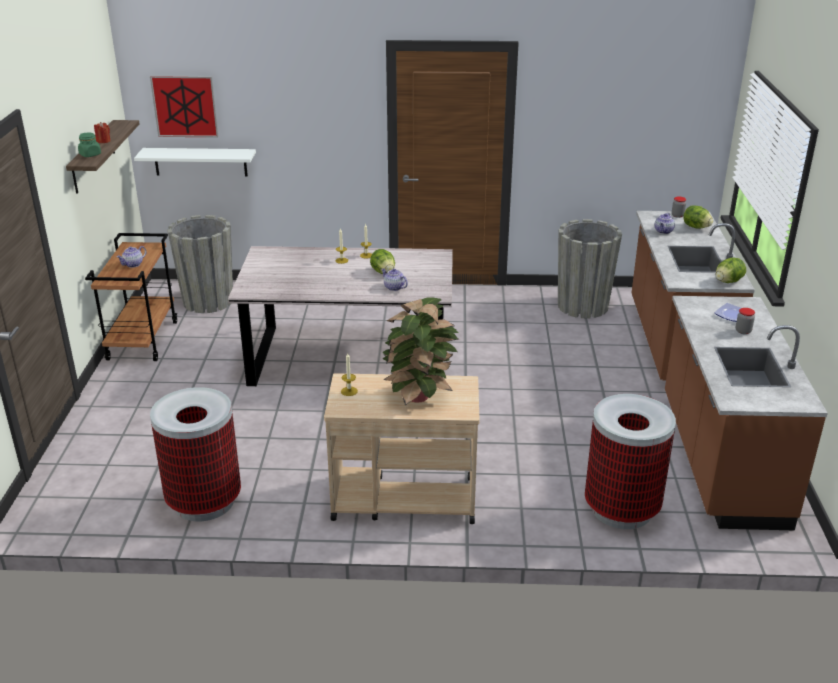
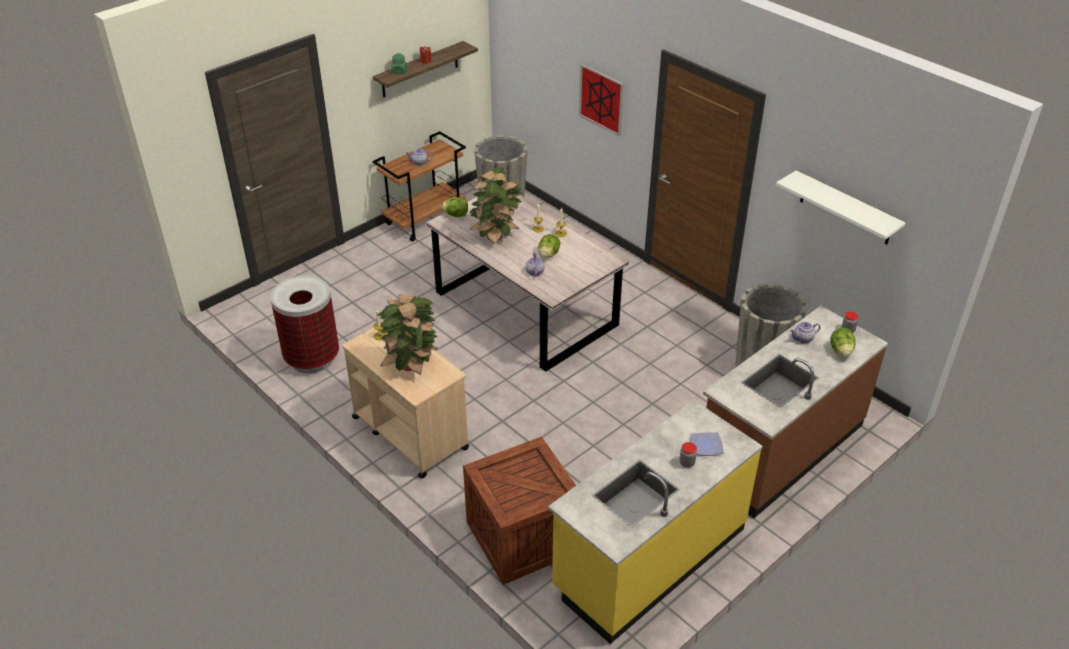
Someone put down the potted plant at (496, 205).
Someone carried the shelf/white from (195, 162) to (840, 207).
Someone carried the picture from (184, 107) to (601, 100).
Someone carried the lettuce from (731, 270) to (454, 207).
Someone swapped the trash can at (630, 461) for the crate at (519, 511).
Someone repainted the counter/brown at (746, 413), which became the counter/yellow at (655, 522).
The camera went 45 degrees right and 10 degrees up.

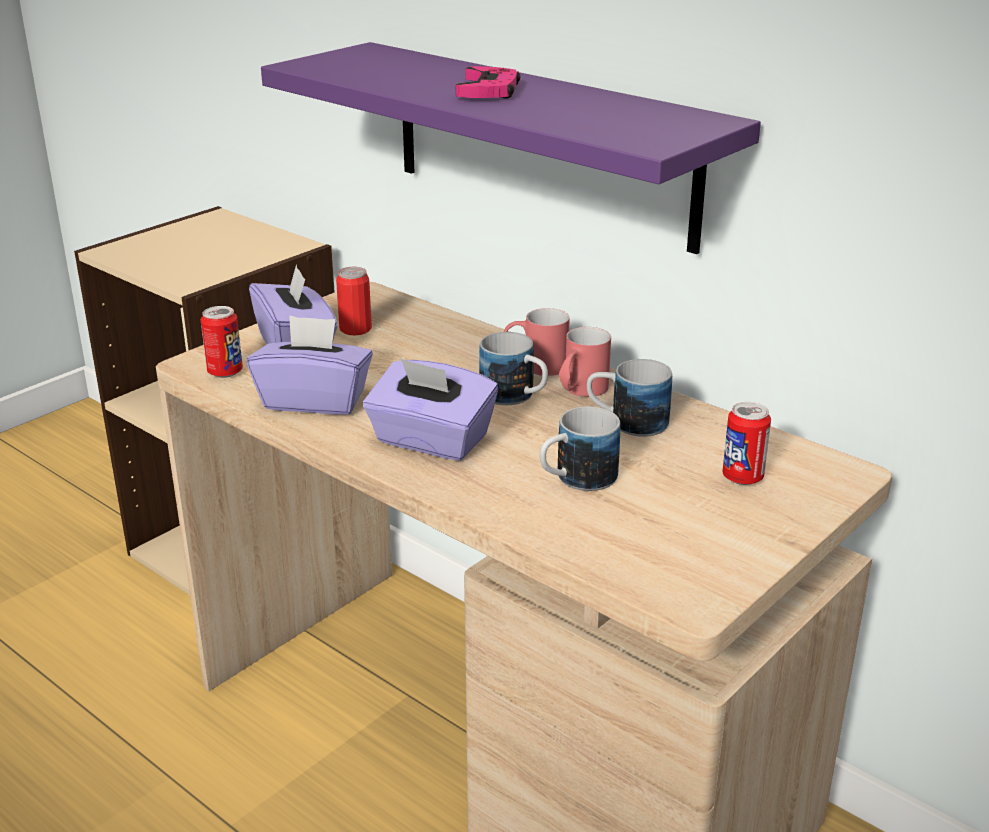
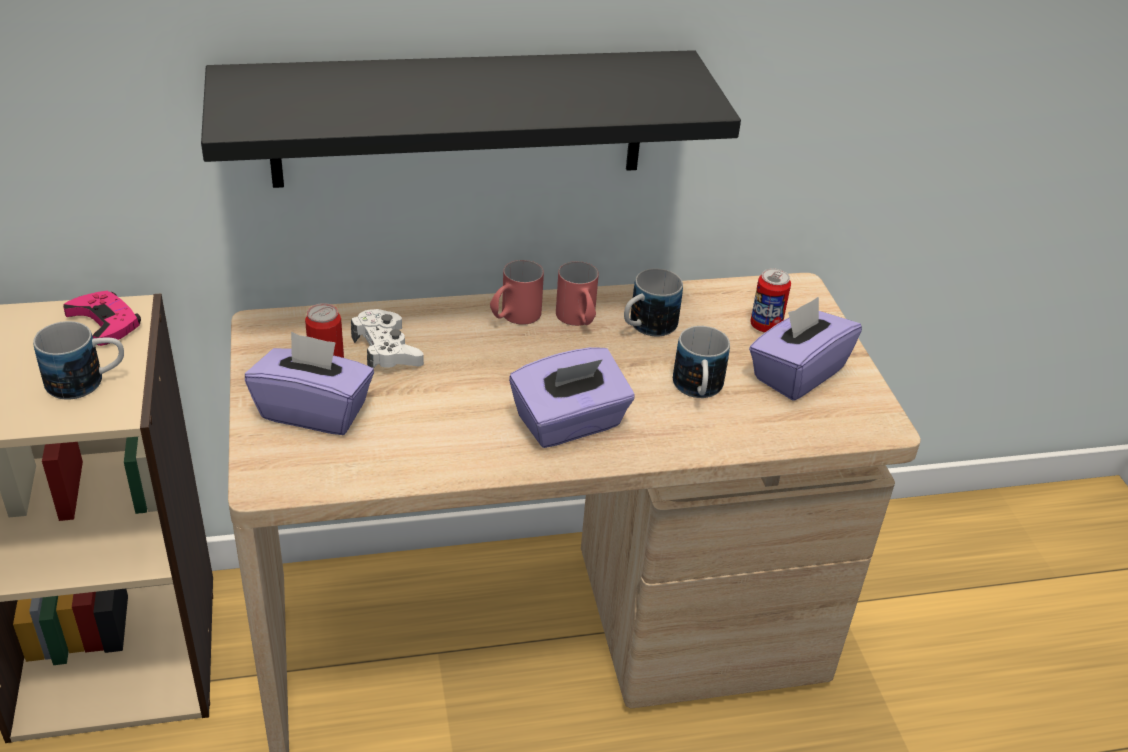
Someone took away the can at (222, 342).
Someone put down the game controller/white at (387, 339).
Someone carried the tissue box/purple from (310, 365) to (805, 348).
Someone carried the game controller/pink from (488, 82) to (102, 318).
Someone carried the mug from (513, 368) to (78, 360).
Someone repainted the shelf/purple at (511, 148), which became the shelf/black at (471, 119).
The camera went 55 degrees left and 10 degrees up.

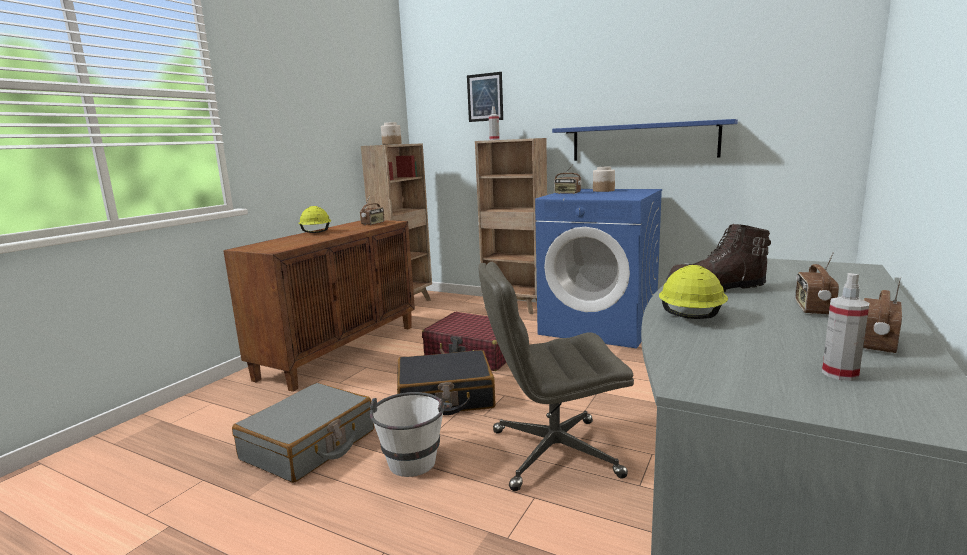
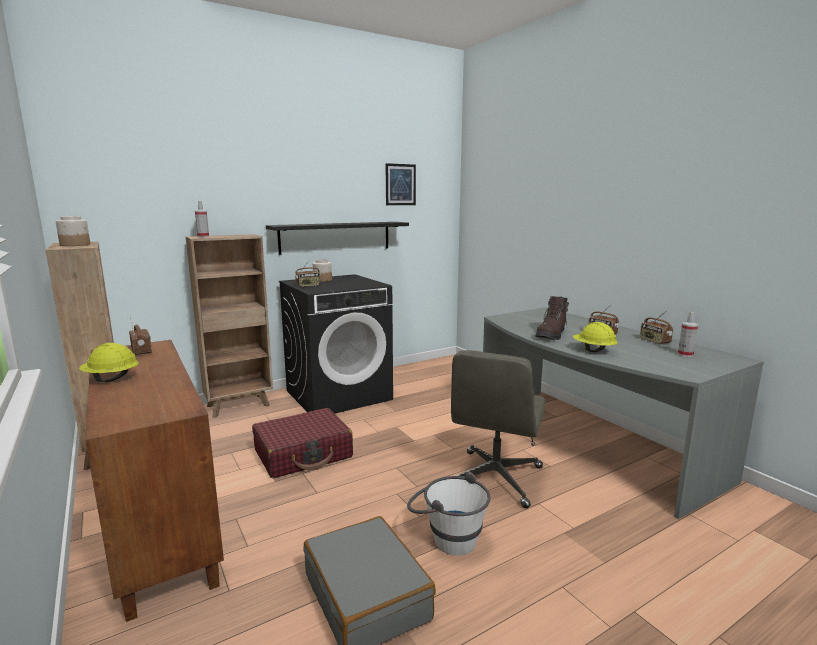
Someone took away the suitcase/black at (446, 382).
Someone carried the picture from (485, 97) to (401, 184).
Someone repainted the washing machine/blue at (598, 268), which became the washing machine/black at (336, 344).
Someone repainted the shelf/blue at (645, 140), which became the shelf/black at (337, 238).
The camera went 60 degrees left and 0 degrees up.

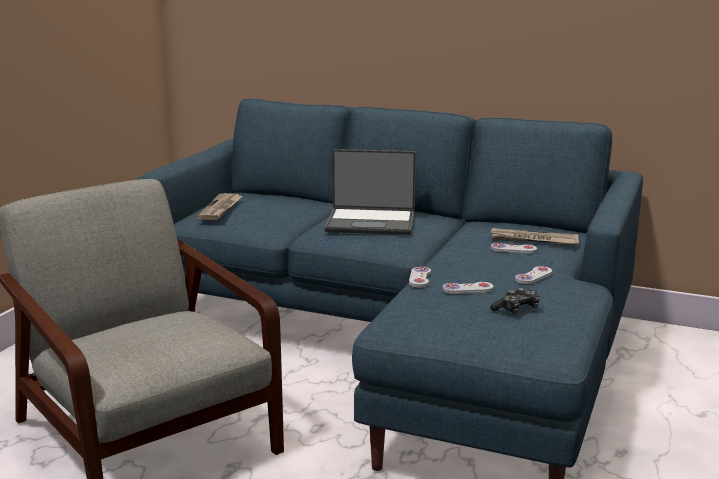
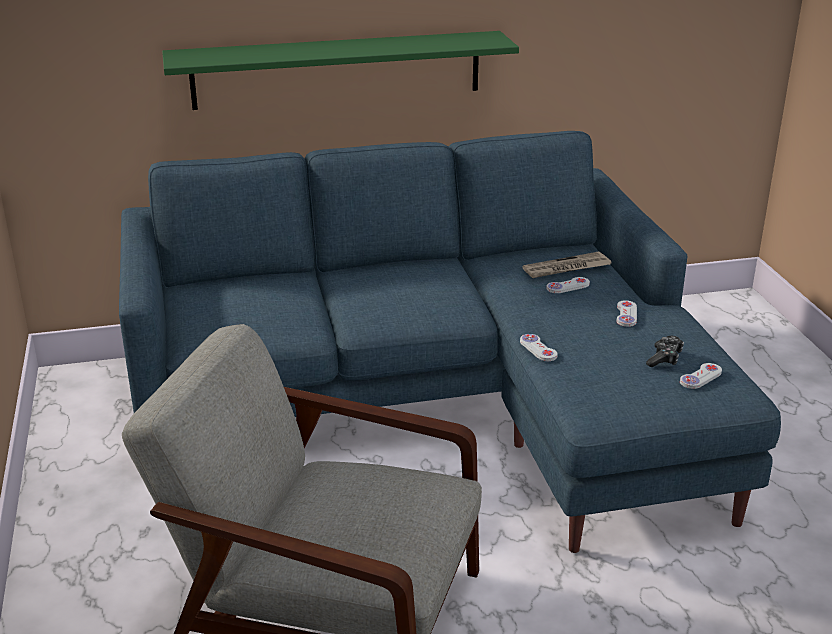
Someone took away the newspaper at (220, 206).
Someone took away the laptop at (370, 192).
Someone put up the shelf/green at (340, 70).
Someone carried the game controller/white from (468, 288) to (701, 376).
The camera went 35 degrees left and 10 degrees up.

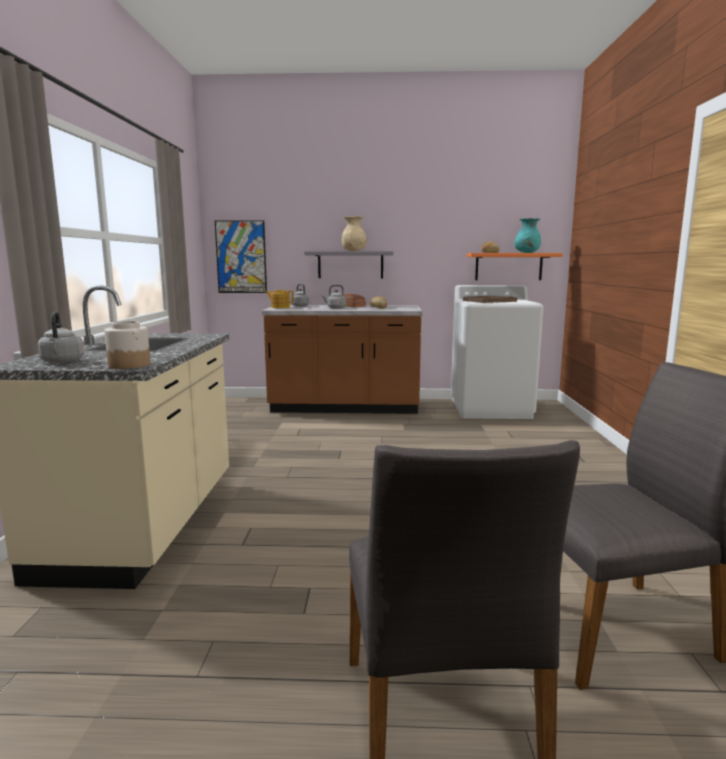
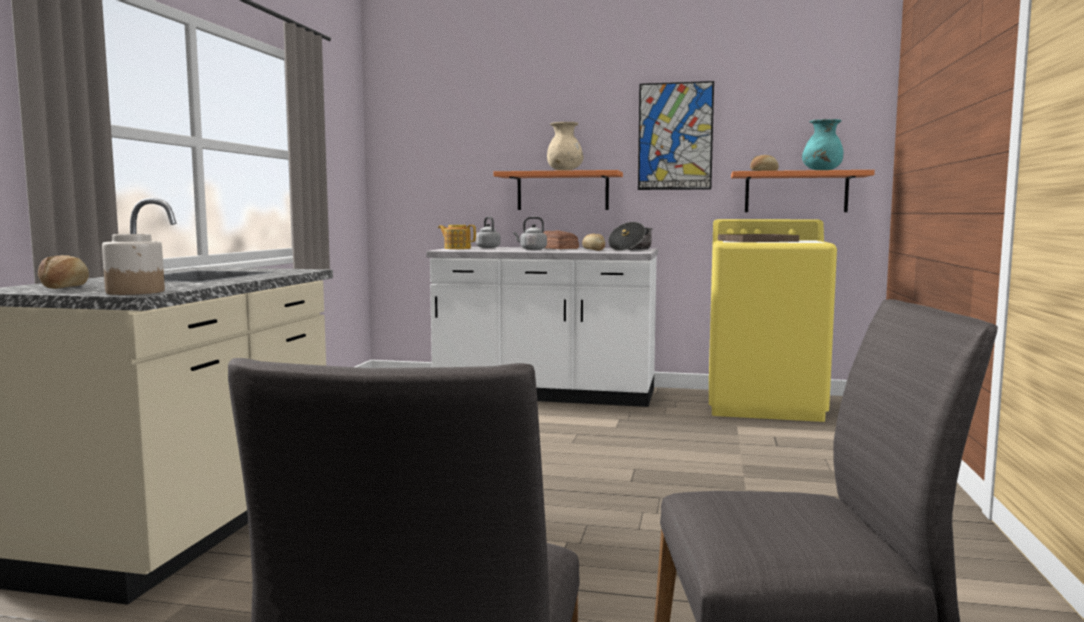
Someone put down the cooking pot at (630, 236).
Someone carried the picture from (241, 256) to (676, 135).
Someone swapped the kettle/grey at (61, 337) for the bread at (63, 272).
Someone repainted the counter/brown at (342, 359), which became the counter/white at (542, 327).
Someone repainted the shelf/grey at (349, 264), which became the shelf/orange at (558, 190).
Someone repainted the washing machine/white at (497, 352), which became the washing machine/yellow at (773, 320).
The camera went 10 degrees right and 5 degrees down.

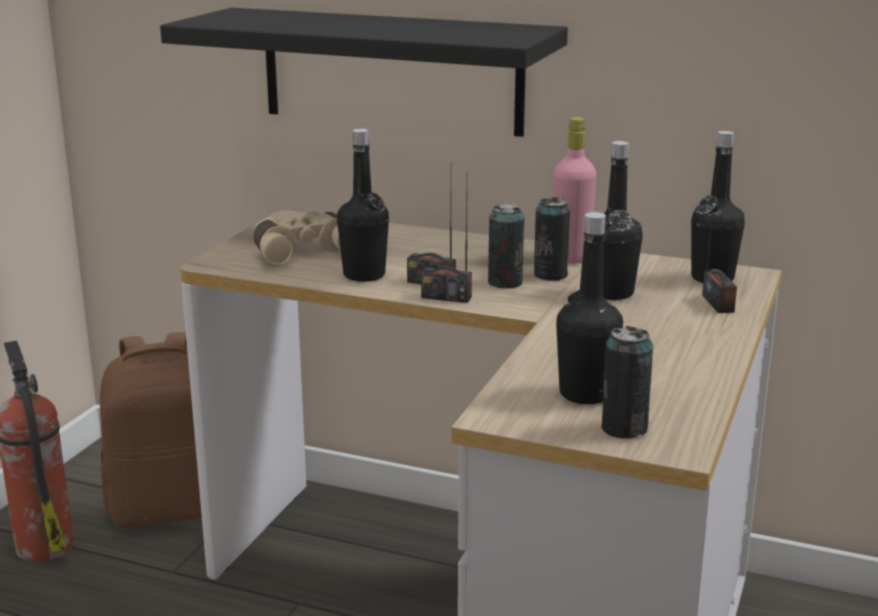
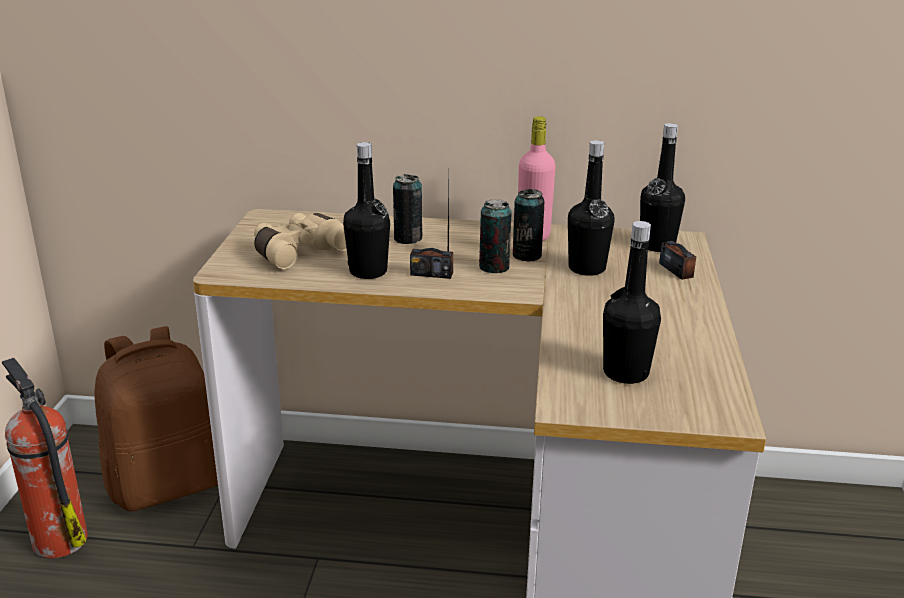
Someone took away the shelf/black at (364, 72).
Someone took away the radio at (446, 250).
Someone carried the can from (627, 382) to (407, 209).
The camera went 15 degrees left and 5 degrees up.

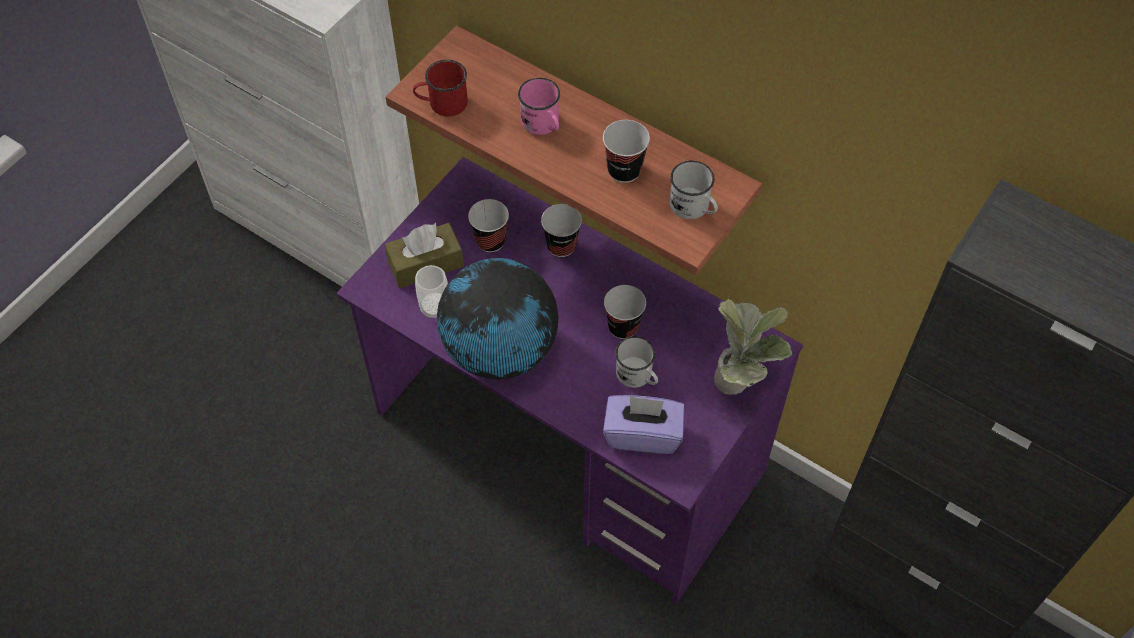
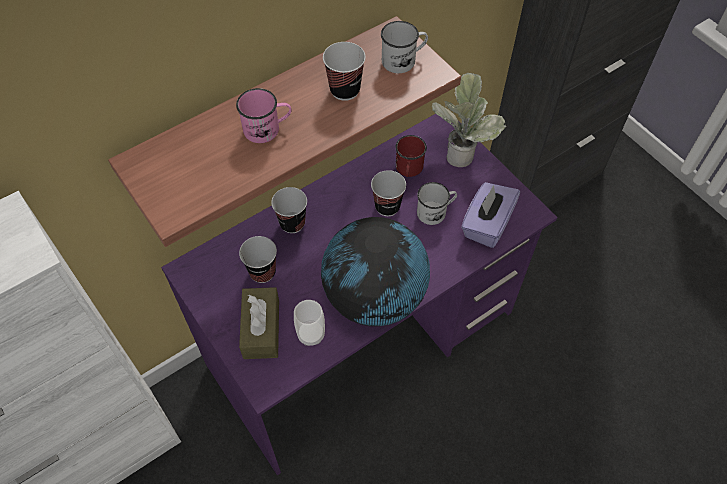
Someone carried the mug/red from (440, 88) to (411, 156).
The camera went 70 degrees left and 0 degrees up.

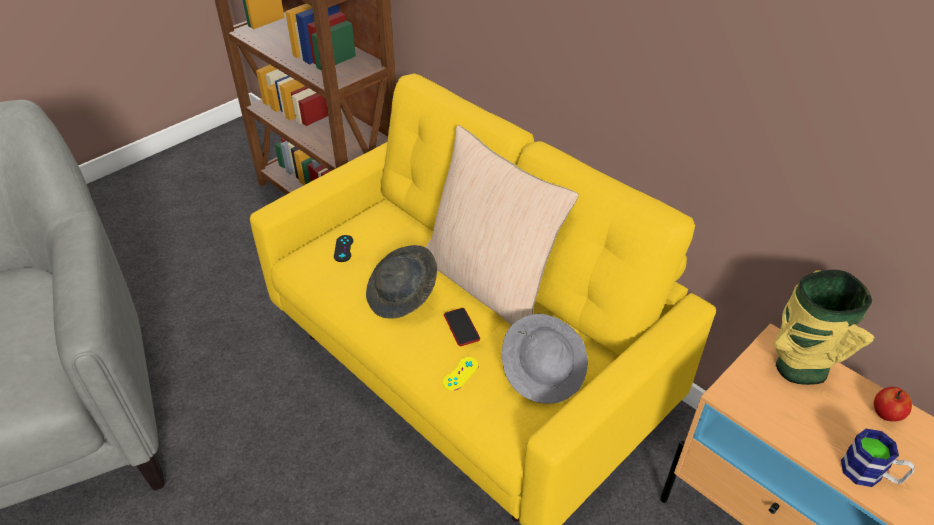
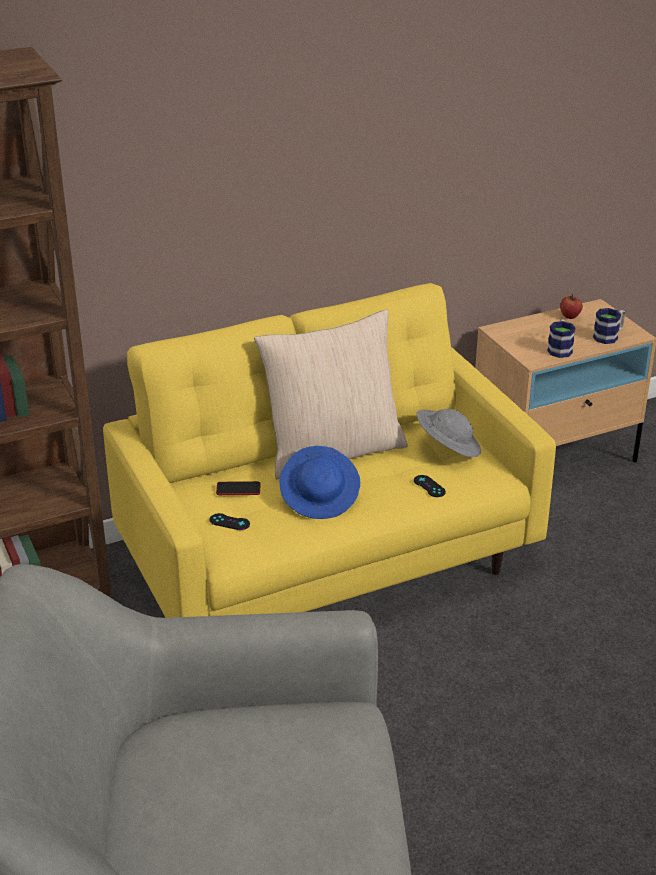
Someone took away the vase at (824, 327).
Someone put down the mug at (561, 338).
Someone carried the phone from (462, 327) to (238, 488).
Someone repainted the hat/grey at (401, 282), which became the hat/blue at (319, 482).
Someone repainted the game controller/yellow at (461, 374), which became the game controller/black at (430, 486).
The camera went 70 degrees left and 10 degrees down.

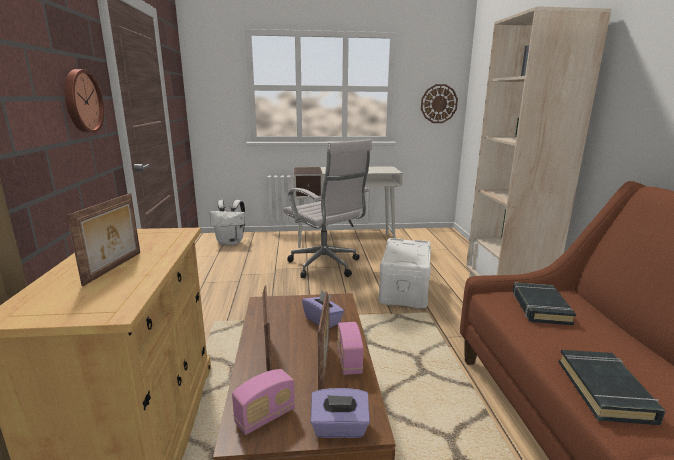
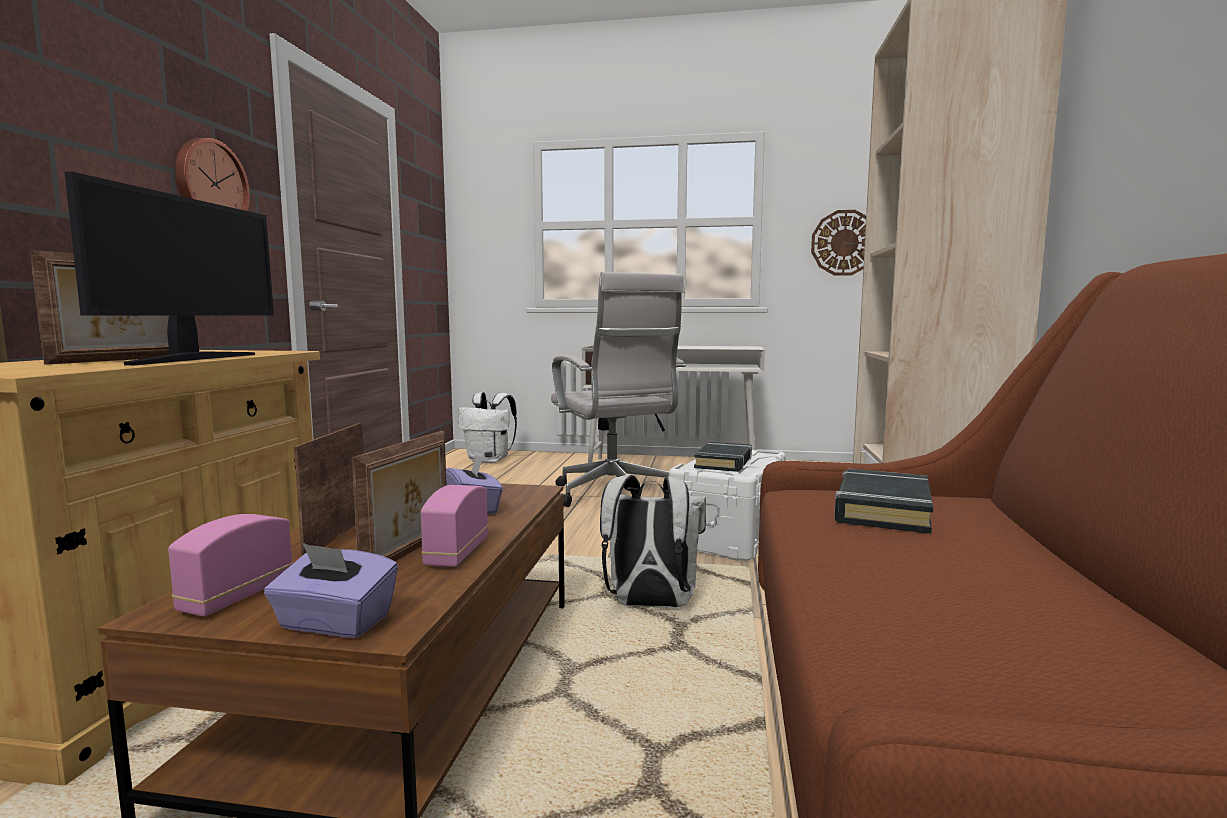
Someone put down the monitor at (169, 268).
Someone put down the backpack/white at (653, 541).
Someone carried the book/black from (612, 387) to (723, 457).
Someone rotated the radio at (263, 402) by 135 degrees clockwise.
The camera went 15 degrees right and 10 degrees down.

